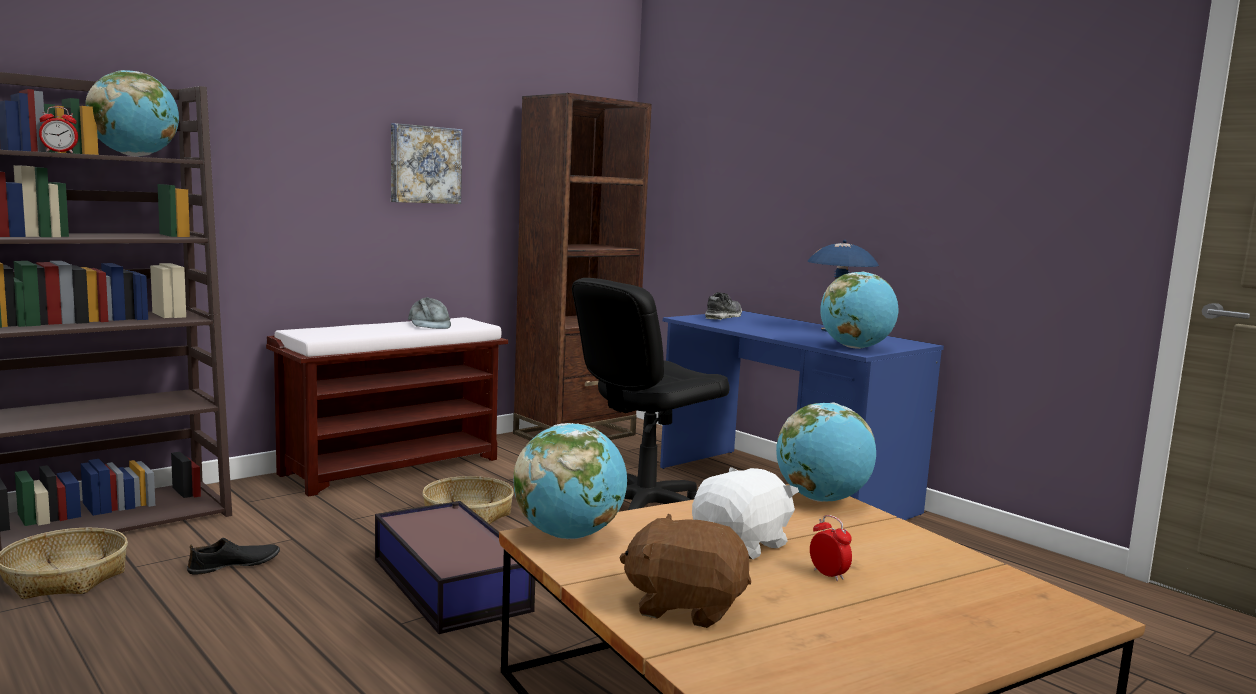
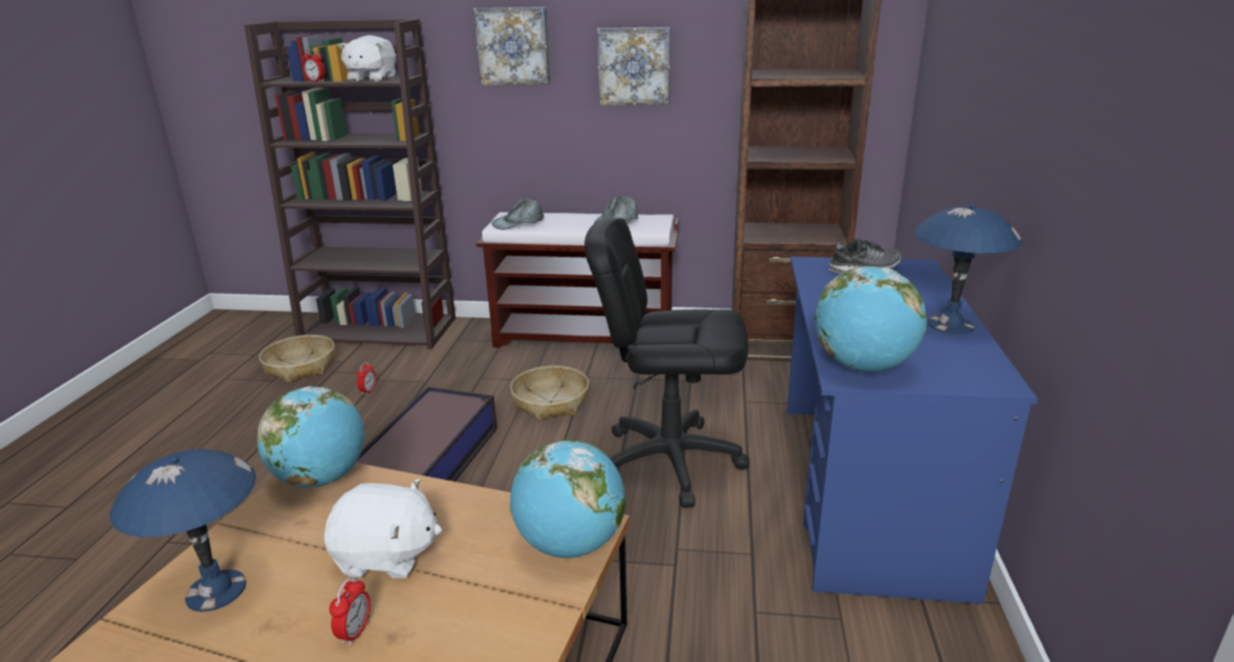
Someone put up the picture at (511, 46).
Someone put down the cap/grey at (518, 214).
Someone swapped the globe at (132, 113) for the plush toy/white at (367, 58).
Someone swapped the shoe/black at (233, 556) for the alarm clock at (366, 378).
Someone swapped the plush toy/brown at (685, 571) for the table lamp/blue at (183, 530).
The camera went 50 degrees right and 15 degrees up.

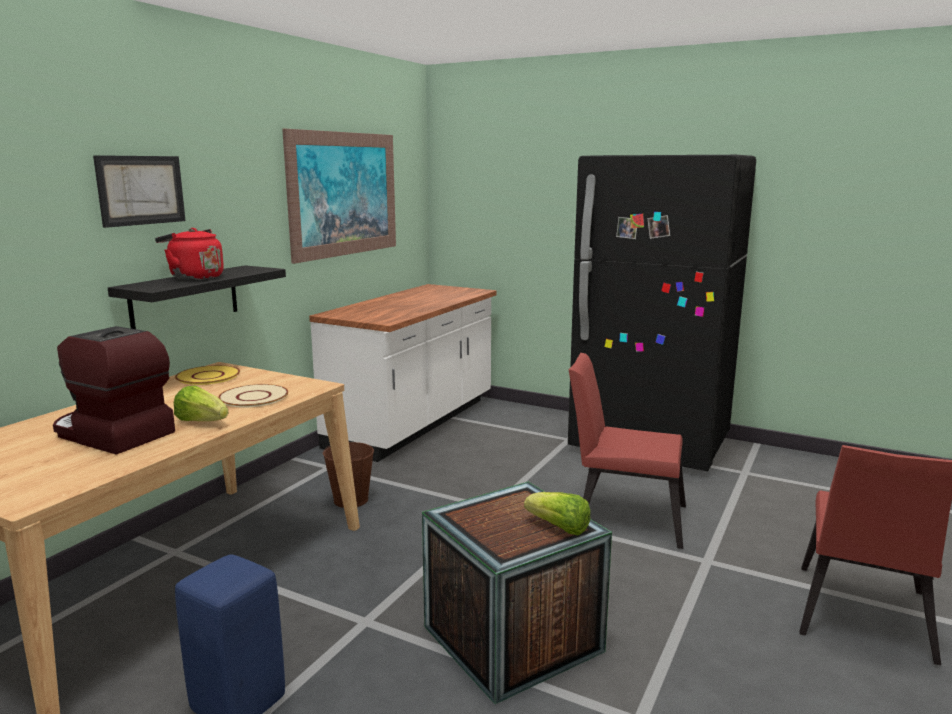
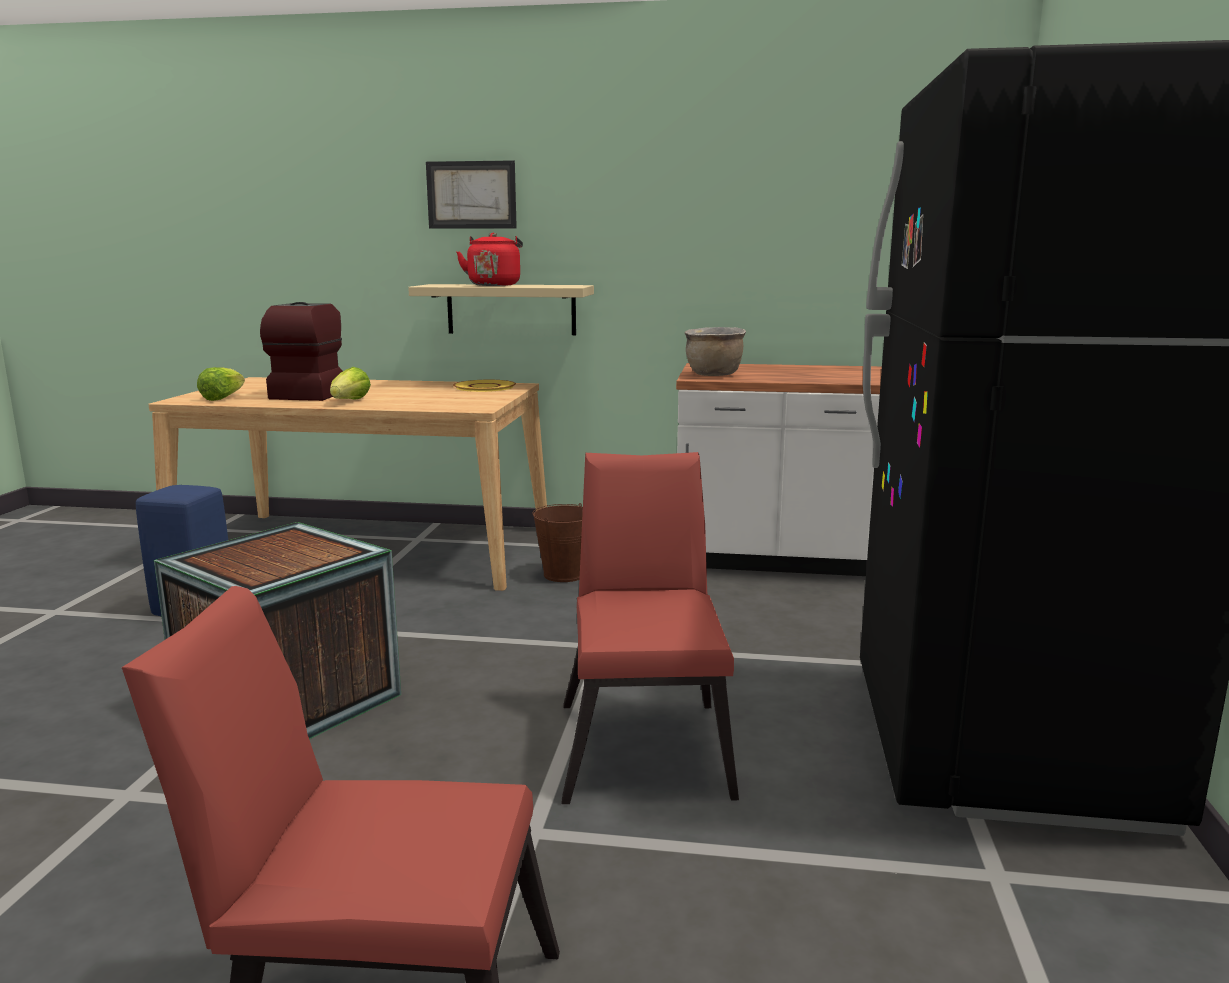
Someone took away the plate/beige at (253, 396).
Someone took away the picture at (339, 196).
Someone put down the cooking pot/brown at (715, 351).
Someone carried the lettuce from (557, 513) to (221, 384).
Someone repainted the shelf/black at (197, 297), which became the shelf/beige at (501, 309).
The camera went 70 degrees right and 0 degrees up.

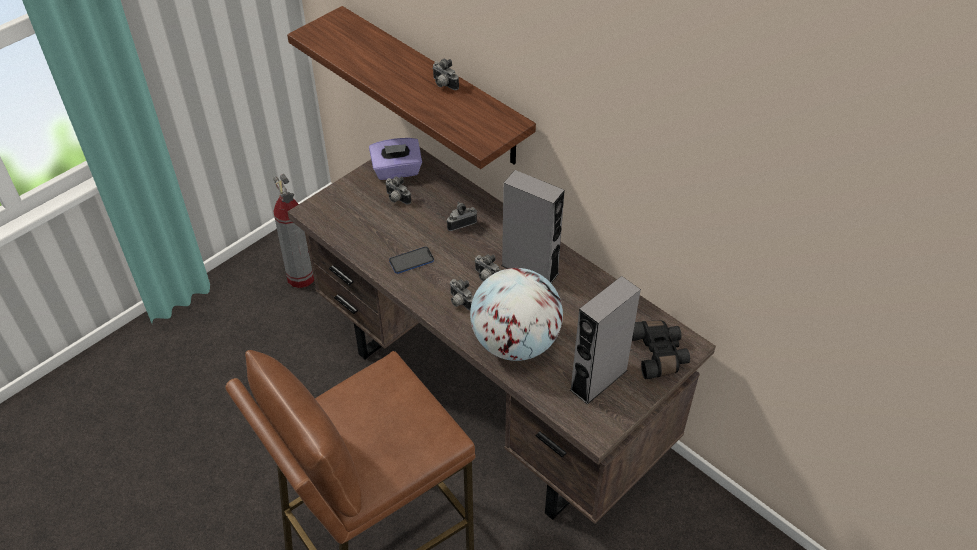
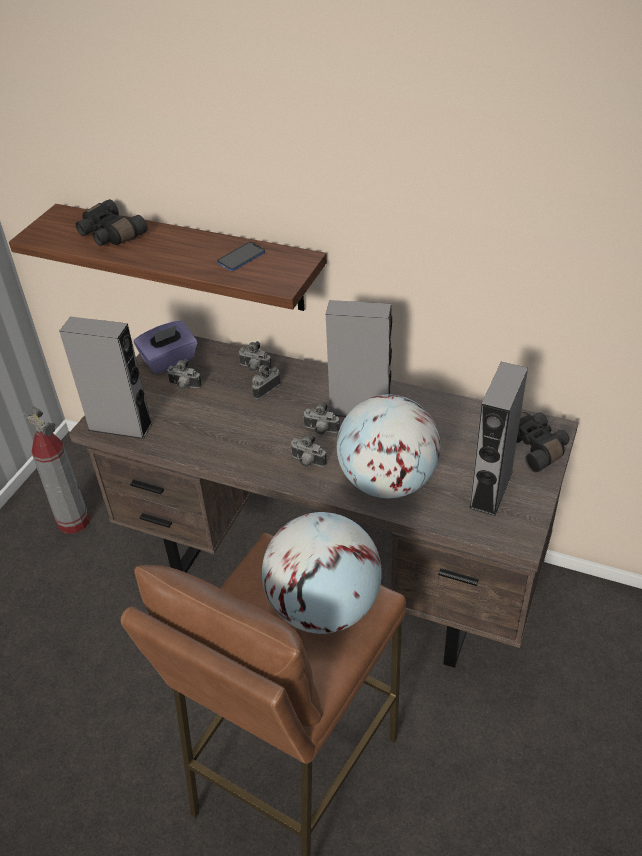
Someone put down the speaker/grey at (105, 377).
Someone put down the binoculars/black at (112, 222).
Someone put down the globe at (322, 573).
Someone carried the phone from (411, 260) to (241, 256).
Someone carried the photo camera from (445, 74) to (255, 356).
The camera went 20 degrees left and 5 degrees down.

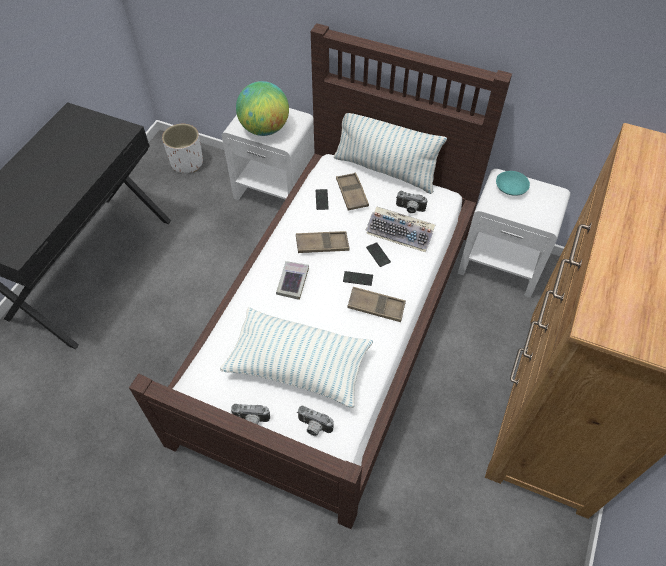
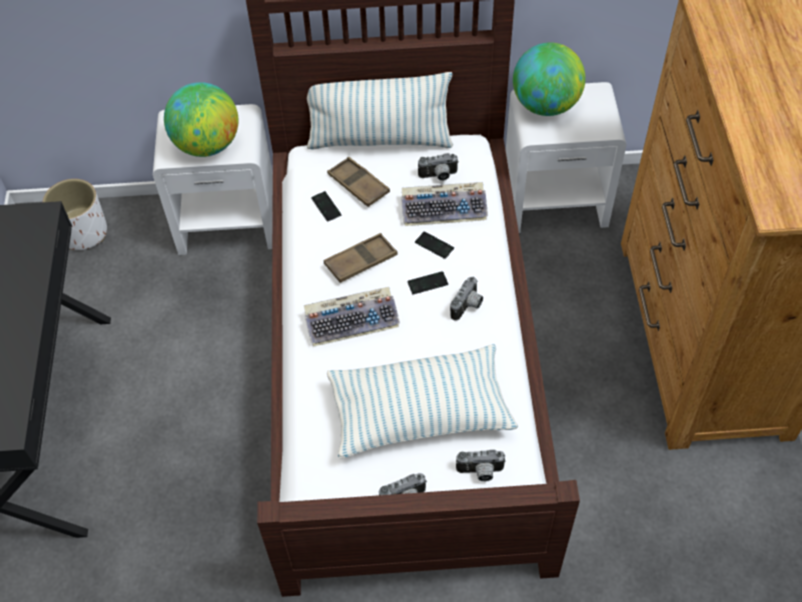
Someone swapped the book at (292, 280) for the keyboard at (352, 317).
Someone swapped the tray/brown at (376, 304) for the photo camera at (466, 299).
Someone swapped the bowl/turquoise at (513, 183) for the globe at (549, 79).
The camera went 25 degrees left and 0 degrees up.

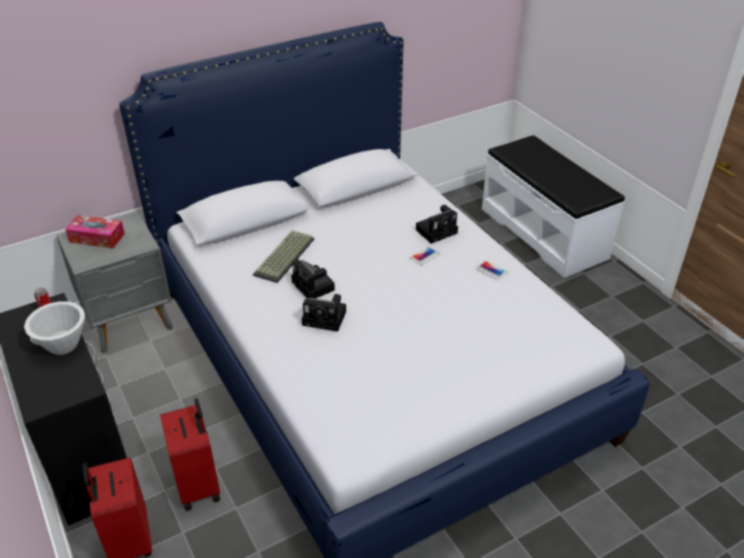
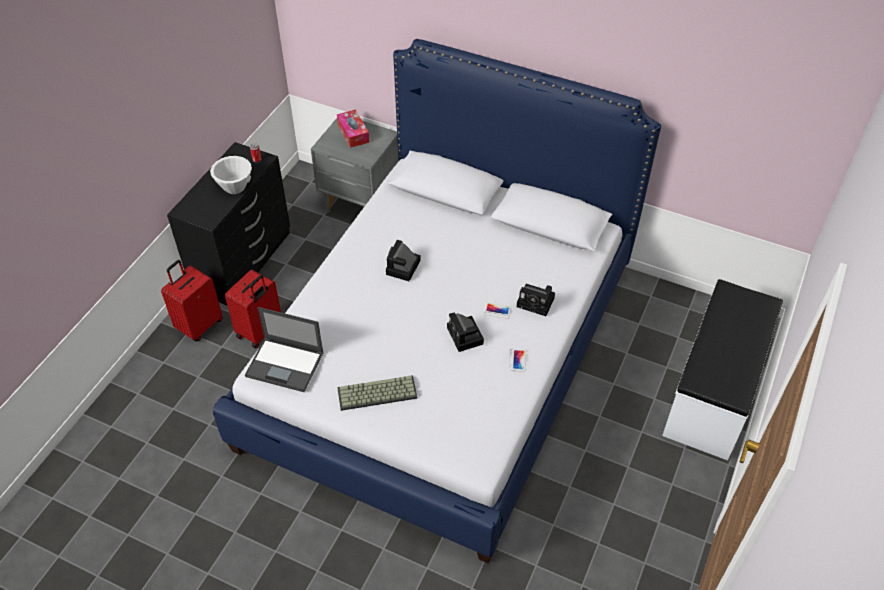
Someone put down the laptop at (284, 349).
Someone carried the keyboard from (283, 256) to (377, 393).
Someone carried the photo camera from (324, 313) to (465, 332).
The camera went 55 degrees right and 10 degrees up.

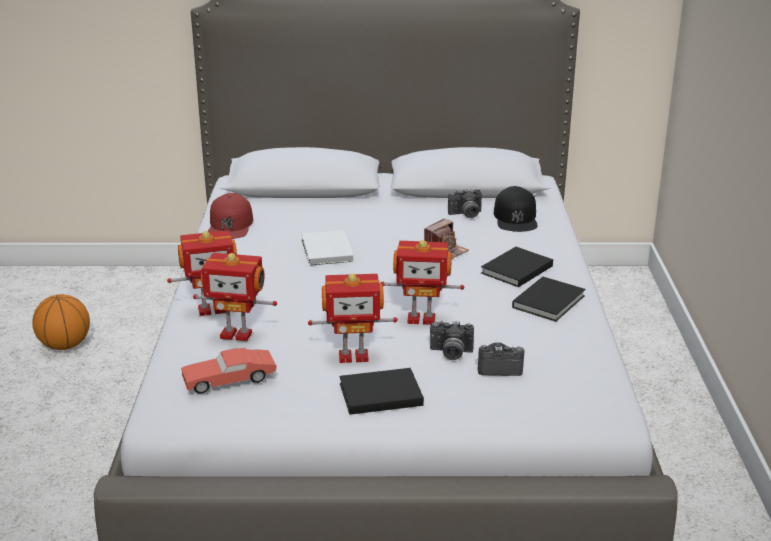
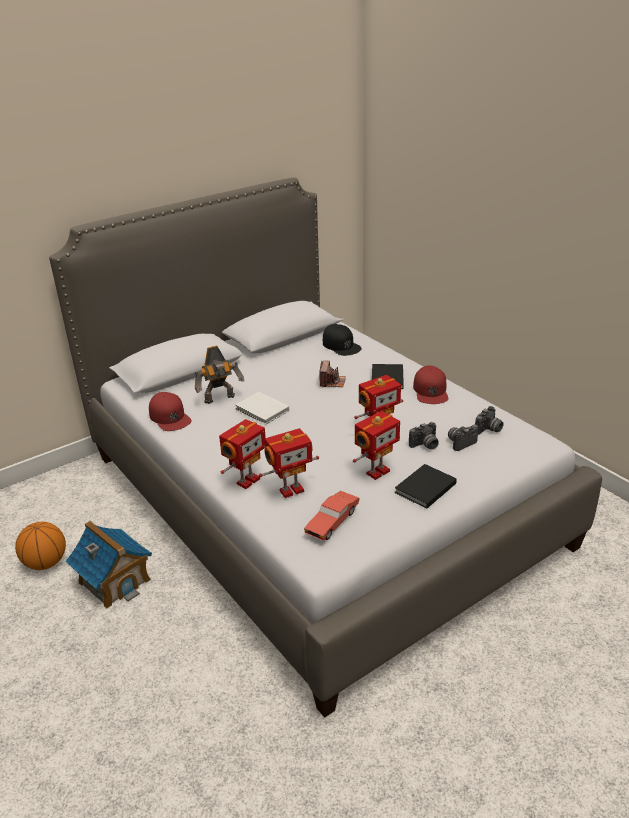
Someone put down the toy house at (109, 565).
Someone put down the toy robot at (219, 375).
Someone carried the photo camera from (465, 203) to (489, 420).
Someone swapped the book/black at (548, 299) for the cap/red at (430, 384).
The camera went 35 degrees left and 5 degrees up.

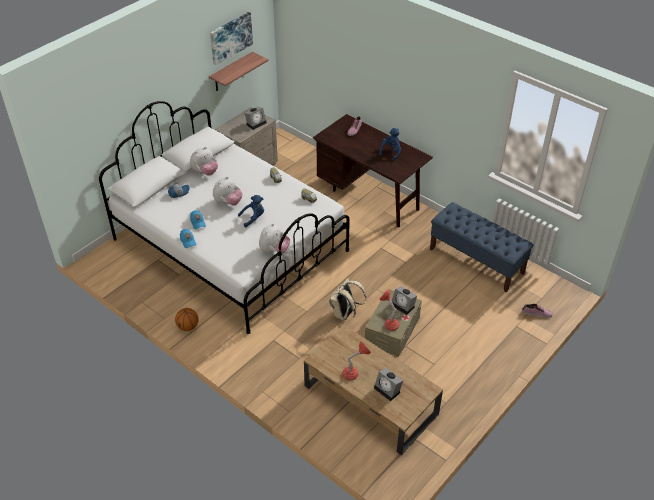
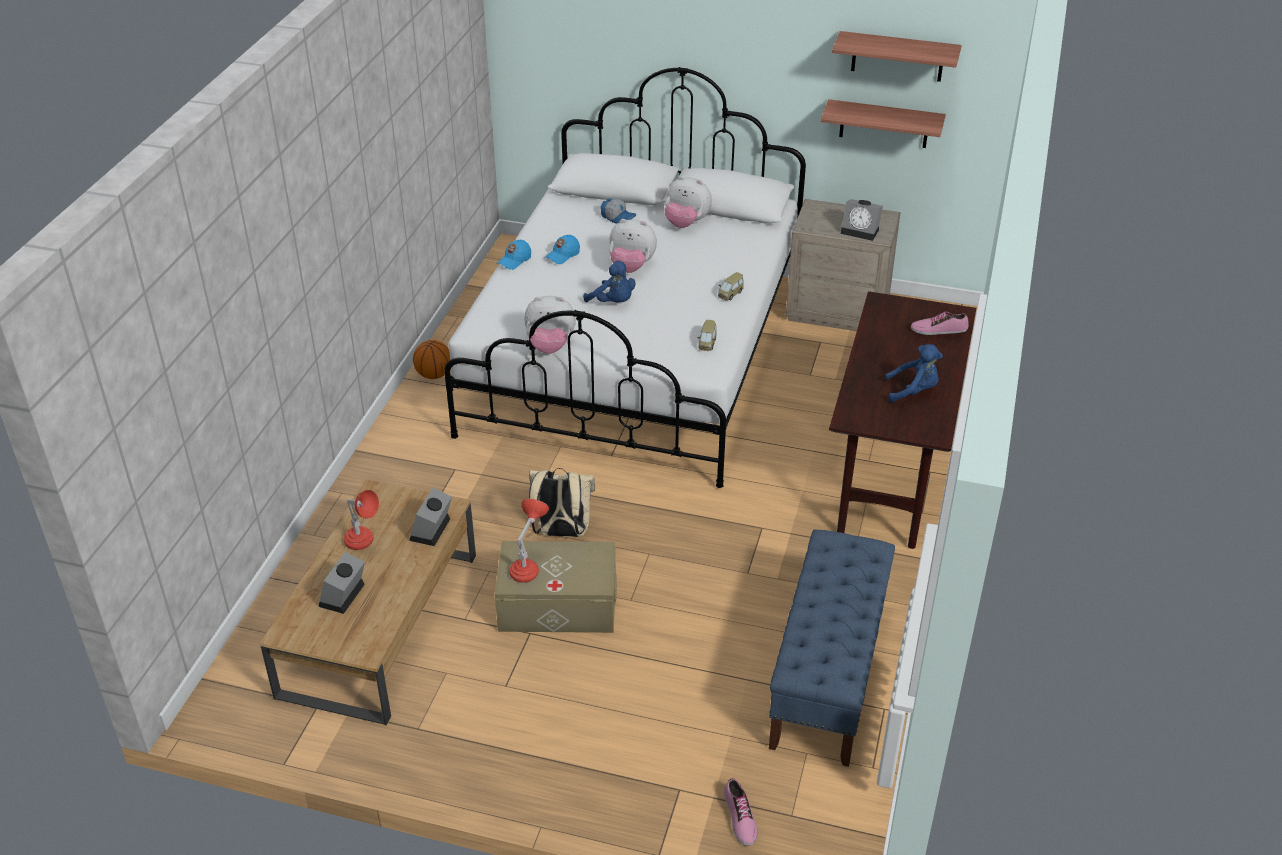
Someone carried the alarm clock from (404, 300) to (430, 517).
Someone swapped the picture at (231, 38) for the shelf at (897, 56).
The camera went 65 degrees right and 5 degrees down.

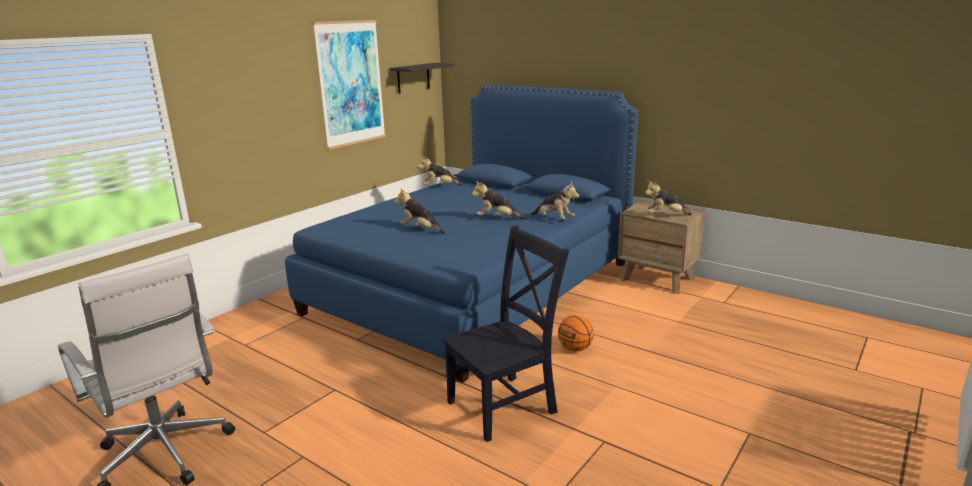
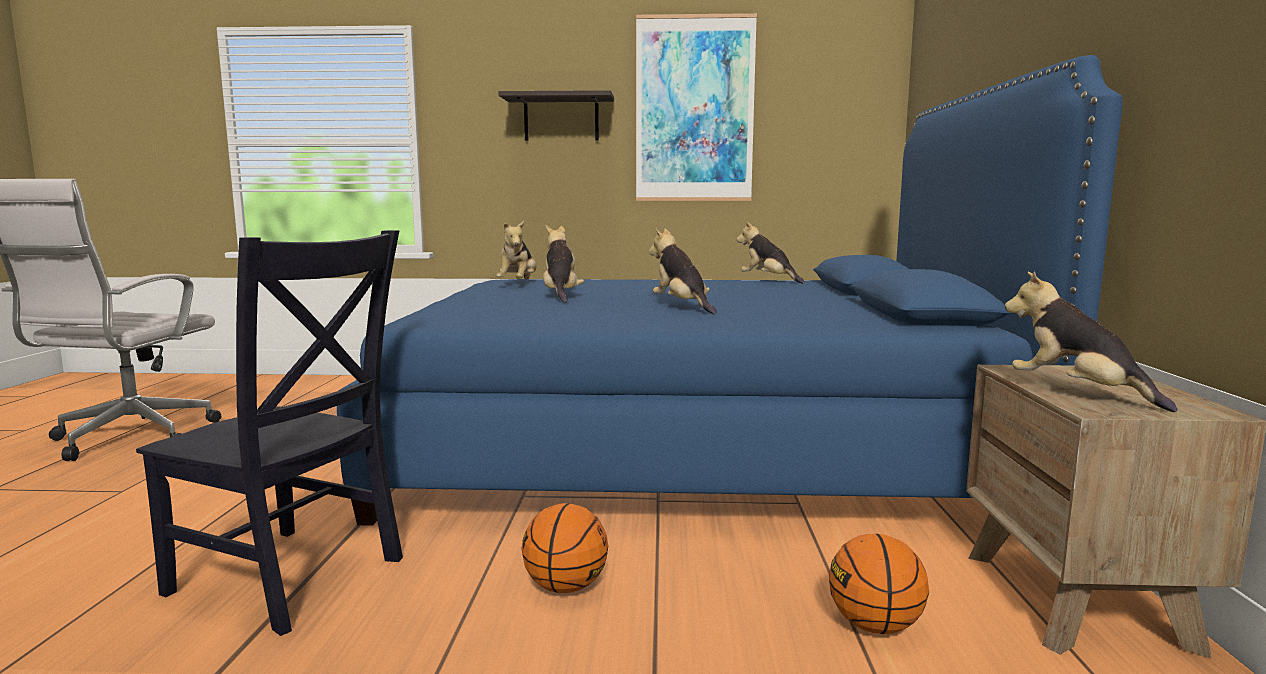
Someone put down the basketball at (879, 584).
Someone carried the shelf from (422, 78) to (556, 115).
Someone carried the plush toy from (554, 200) to (516, 250).
The camera went 55 degrees right and 10 degrees down.

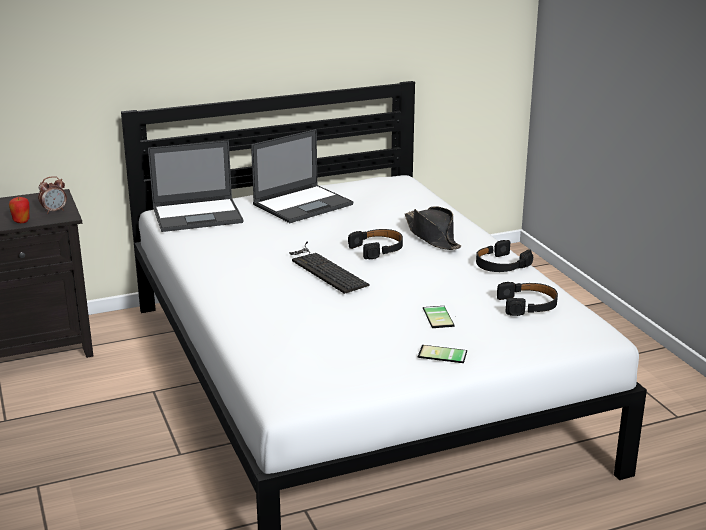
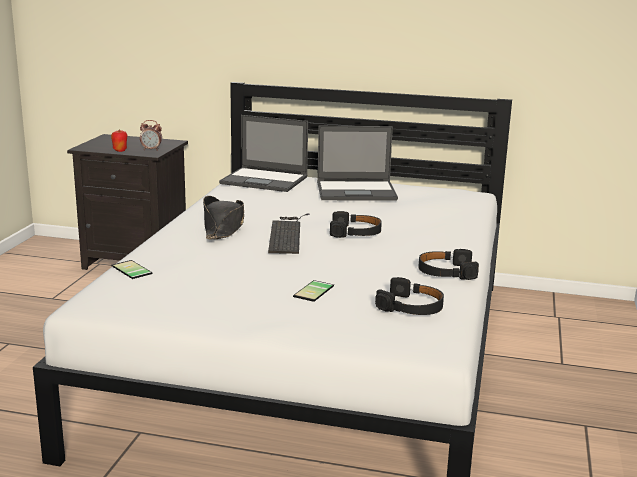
Someone carried the hat/black from (433, 228) to (223, 217).
Someone carried the phone from (442, 354) to (132, 269).
The camera went 35 degrees right and 5 degrees down.

